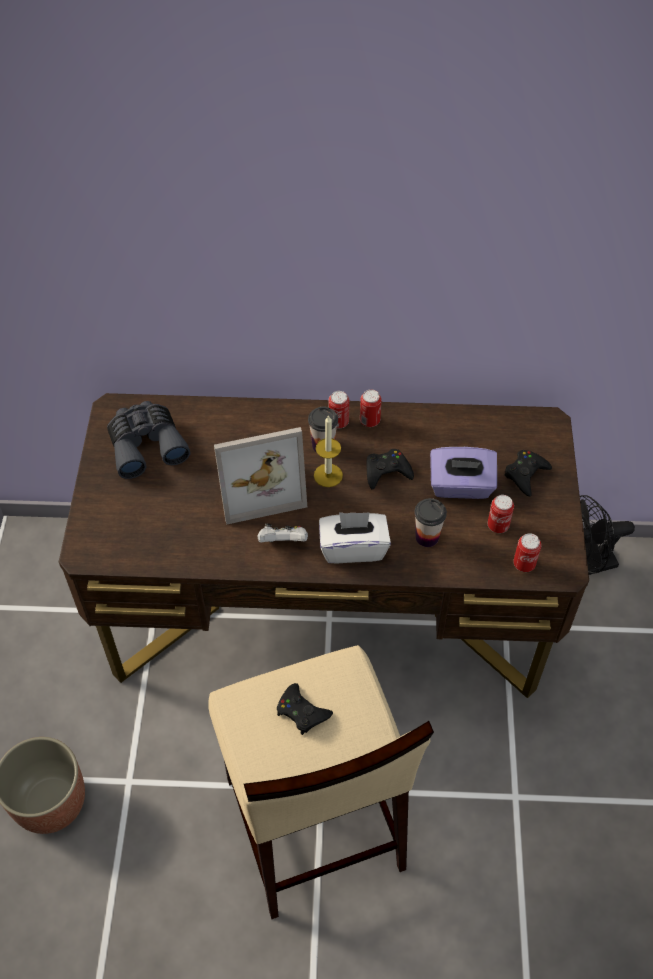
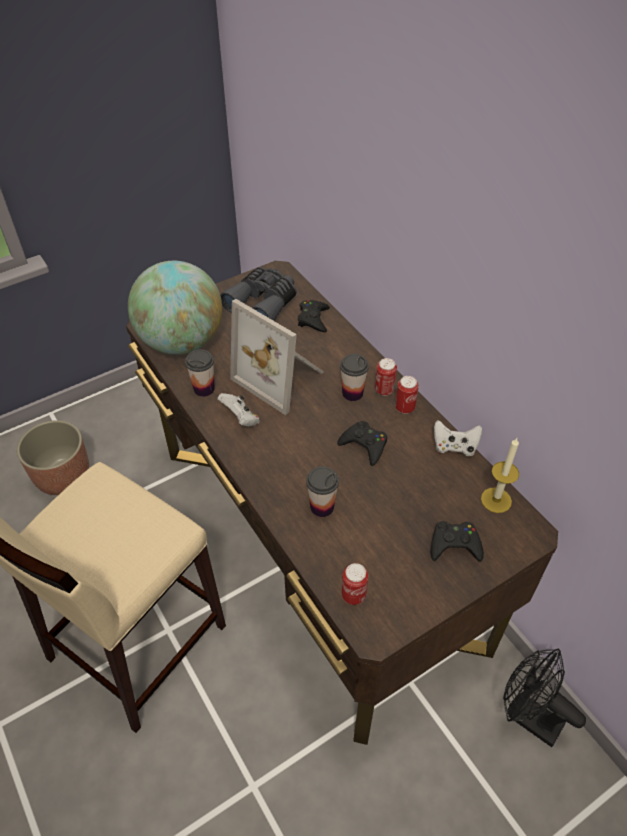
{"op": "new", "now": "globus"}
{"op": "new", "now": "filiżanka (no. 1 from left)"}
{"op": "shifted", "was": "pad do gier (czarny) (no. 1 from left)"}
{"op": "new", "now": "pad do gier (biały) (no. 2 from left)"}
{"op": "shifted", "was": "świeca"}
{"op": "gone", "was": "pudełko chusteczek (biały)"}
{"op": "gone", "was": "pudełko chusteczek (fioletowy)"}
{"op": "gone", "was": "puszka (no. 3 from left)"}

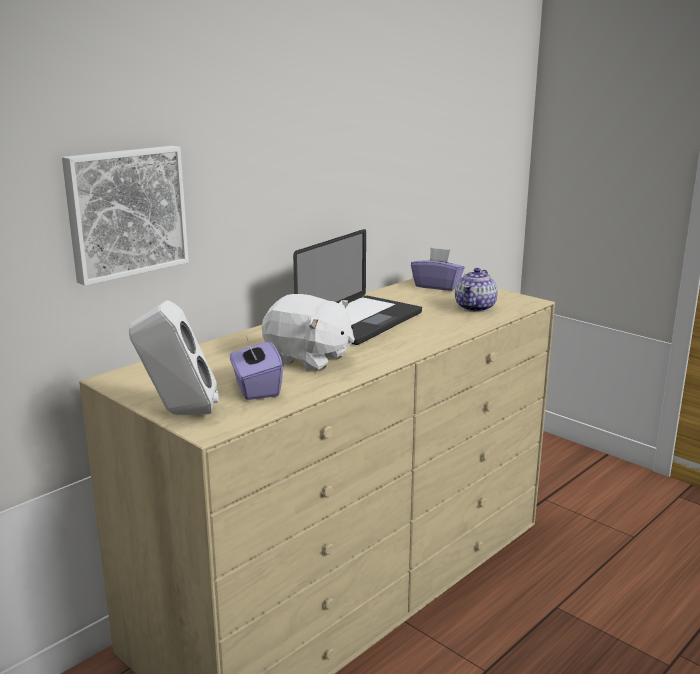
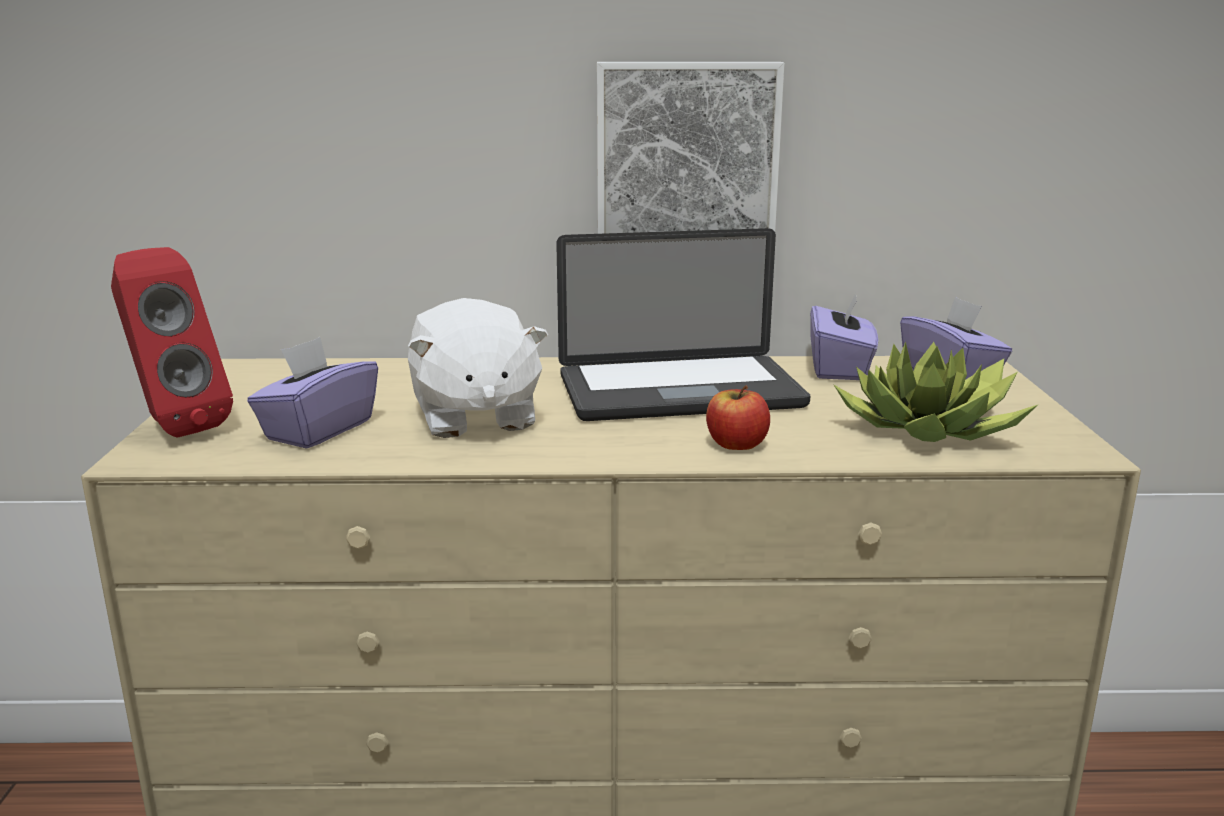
{"op": "repainted", "was": "głośnik (biały)", "now": "głośnik (czerwony)"}
{"op": "shifted", "was": "obraz"}
{"op": "new", "now": "jabłko"}
{"op": "new", "now": "pudełko chusteczek (fioletowy) (no. 2 from left)"}
{"op": "swapped", "was": "imbryk", "now": "roślina doniczkowa"}

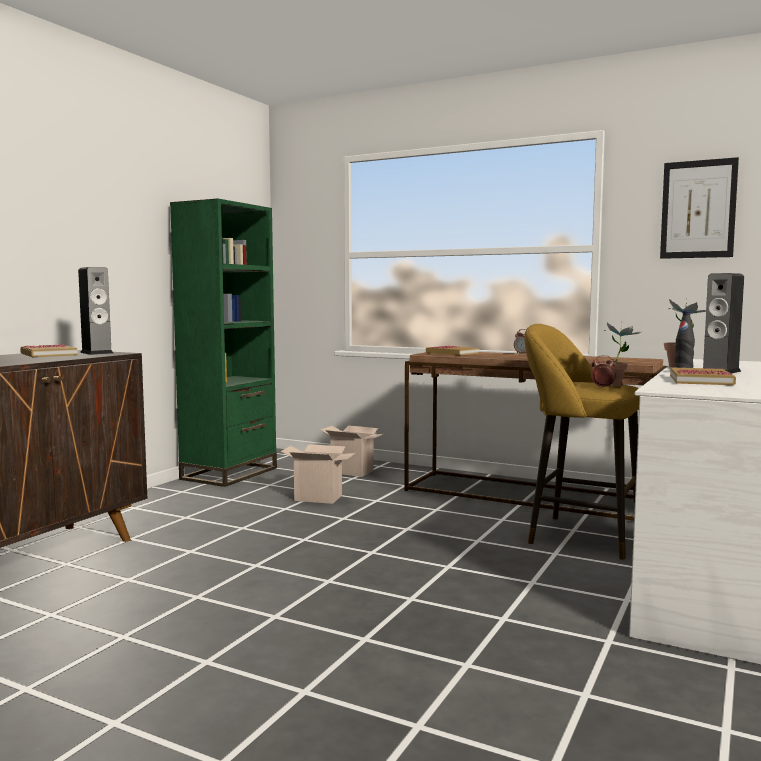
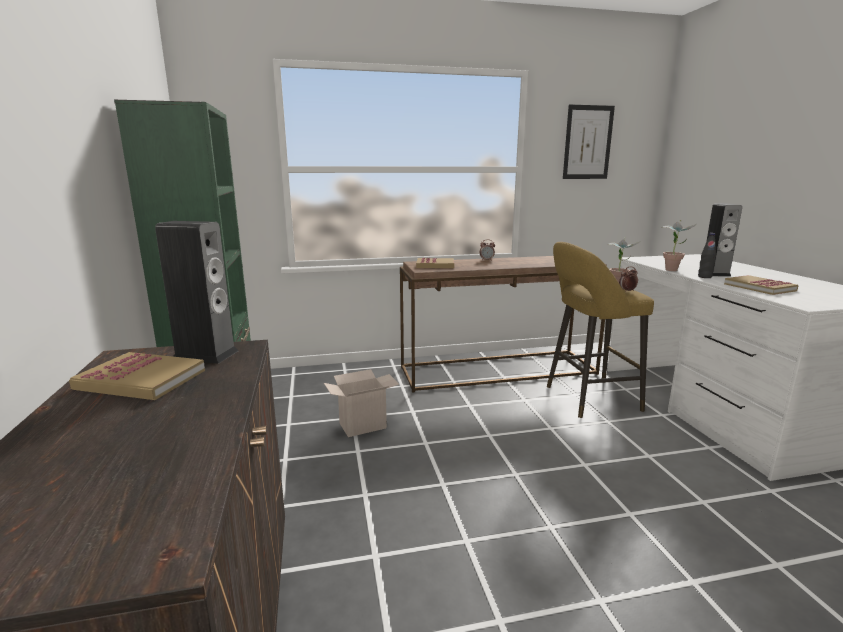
{"op": "gone", "was": "karton (no. 2 from left)"}

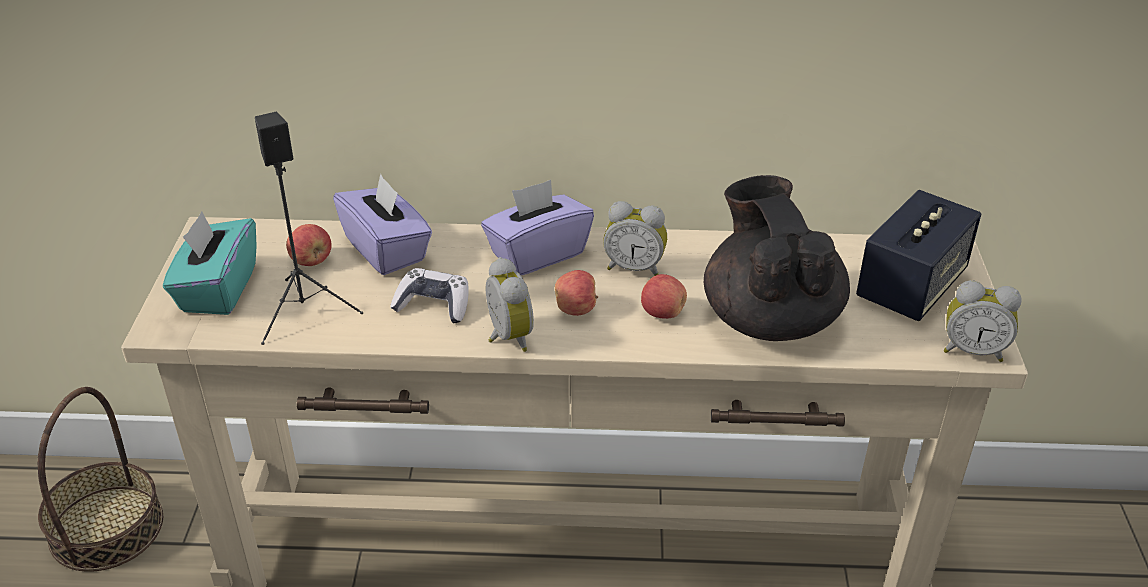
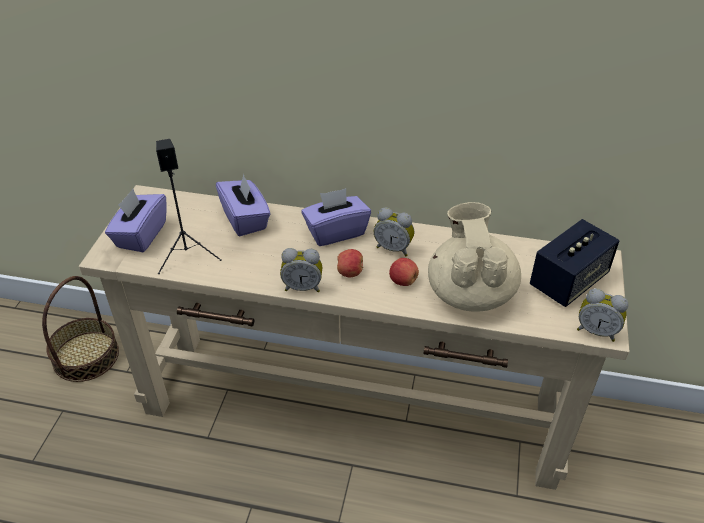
{"op": "repainted", "was": "pudełko chusteczek (turkusowy)", "now": "pudełko chusteczek (fioletowy) (no. 1 from left)"}
{"op": "rotated", "was": "budzik (no. 1 from left)", "clockwise": 105}
{"op": "repainted", "was": "imbryk (czarny)", "now": "imbryk (beżowy)"}
{"op": "gone", "was": "jabłko (no. 1 from left)"}
{"op": "gone", "was": "pad do gier"}

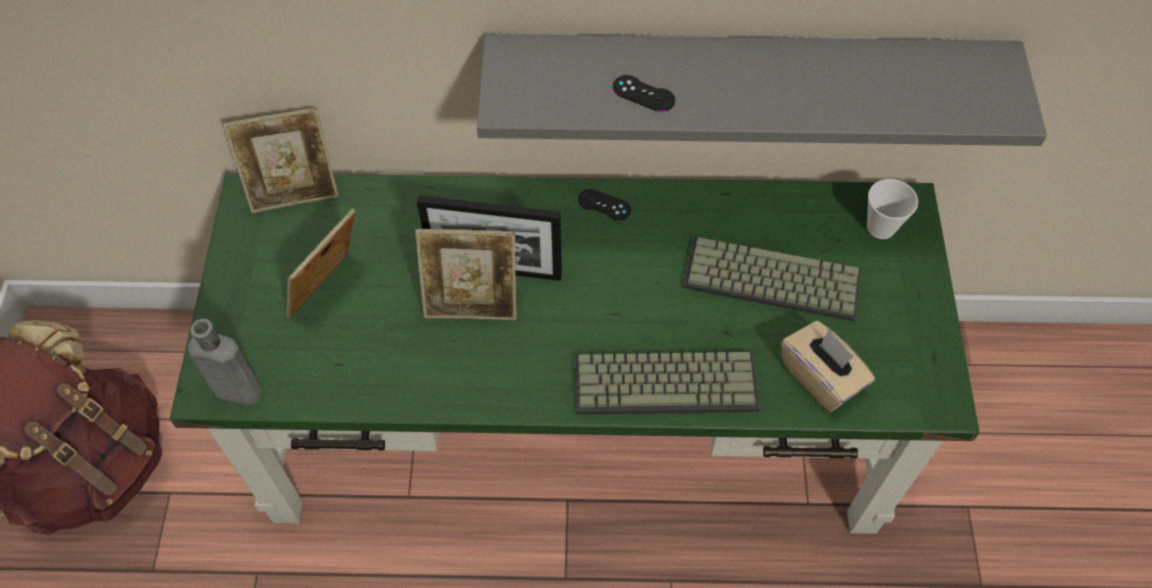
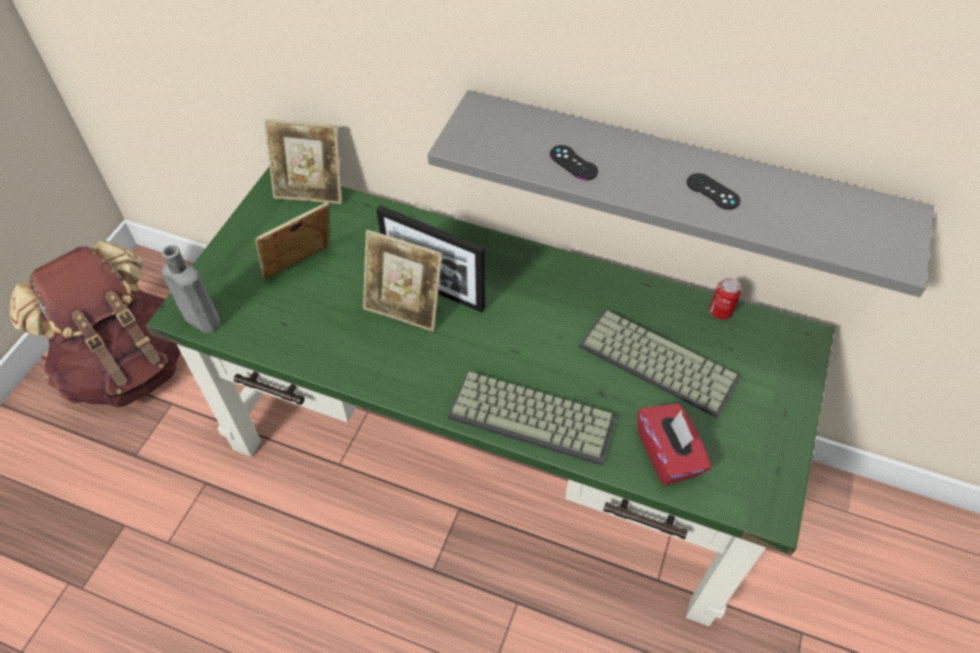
{"op": "repainted", "was": "pudełko chusteczek (beżowy)", "now": "pudełko chusteczek (czerwony)"}
{"op": "shifted", "was": "pad do gier (czarny) (no. 1 from left in the first image)", "now": "pad do gier (czarny) (no. 2 from left)"}
{"op": "new", "now": "puszka"}
{"op": "gone", "was": "filiżanka"}

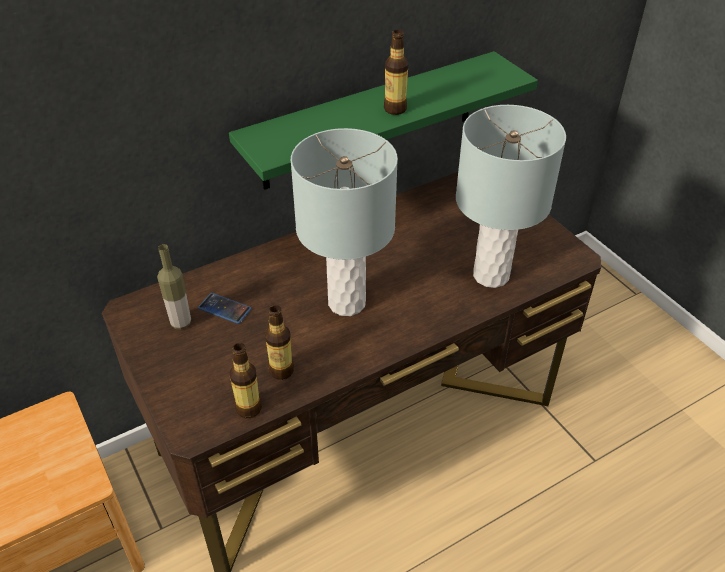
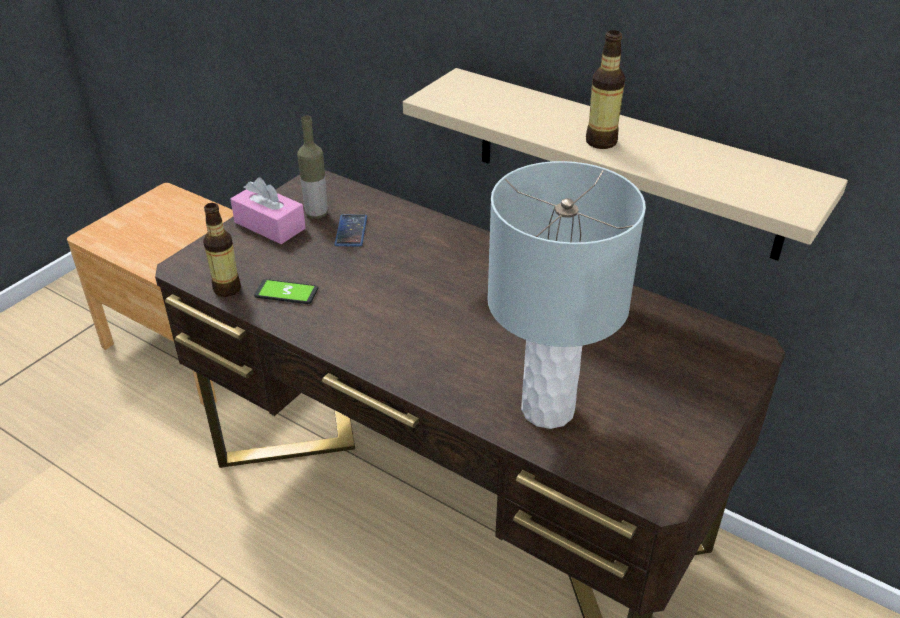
{"op": "new", "now": "pudełko chusteczek (różowy)"}
{"op": "swapped", "was": "butelka (no. 3 from left)", "now": "telefon (no. 1 from left)"}
{"op": "repainted", "was": "półka (zielony)", "now": "półka (beżowy)"}
{"op": "gone", "was": "lampa stołowa (szary) (no. 1 from left)"}

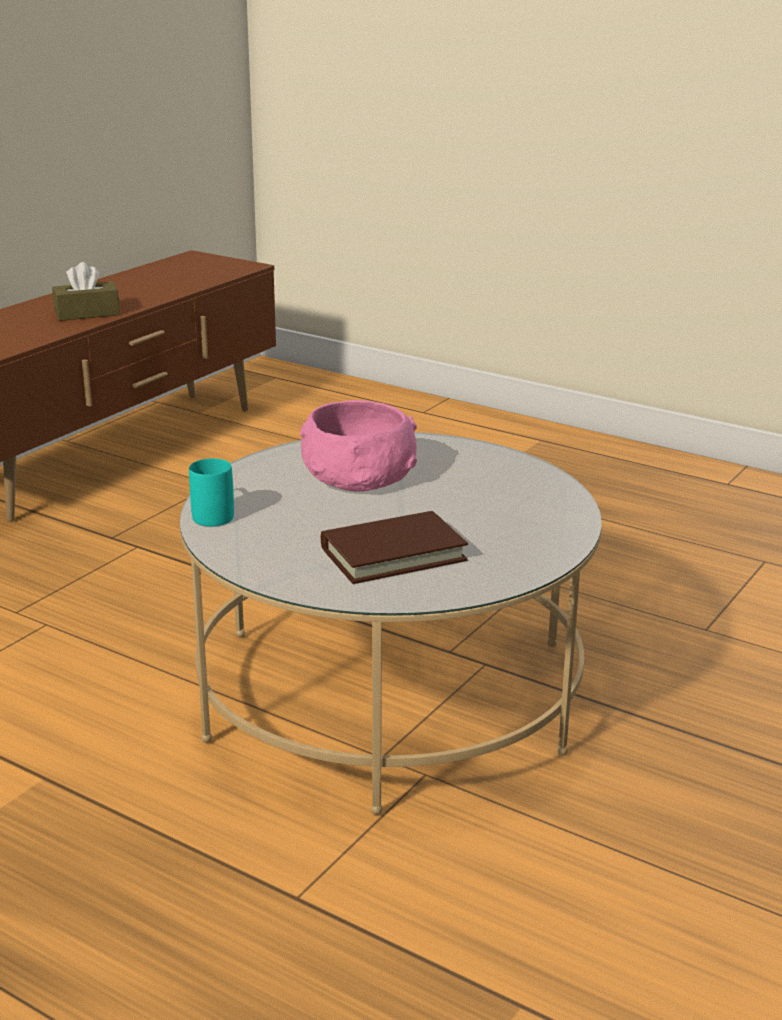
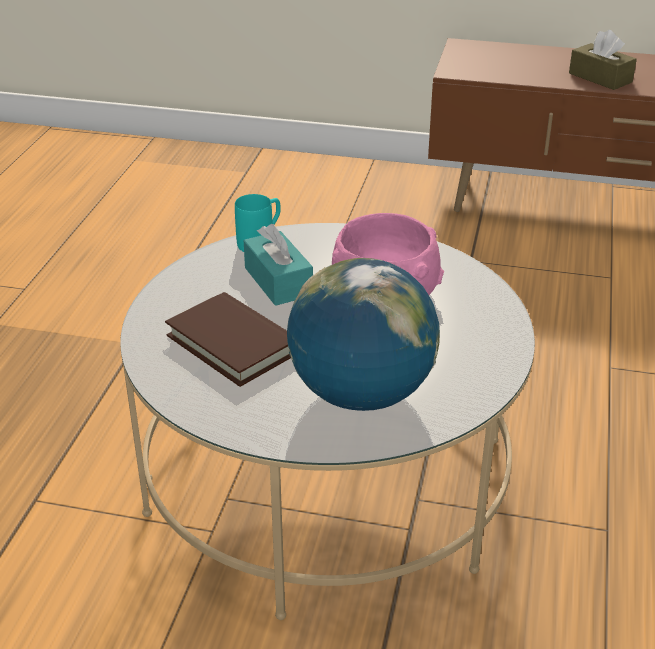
{"op": "new", "now": "pudełko chusteczek (turkusowy)"}
{"op": "new", "now": "globus"}

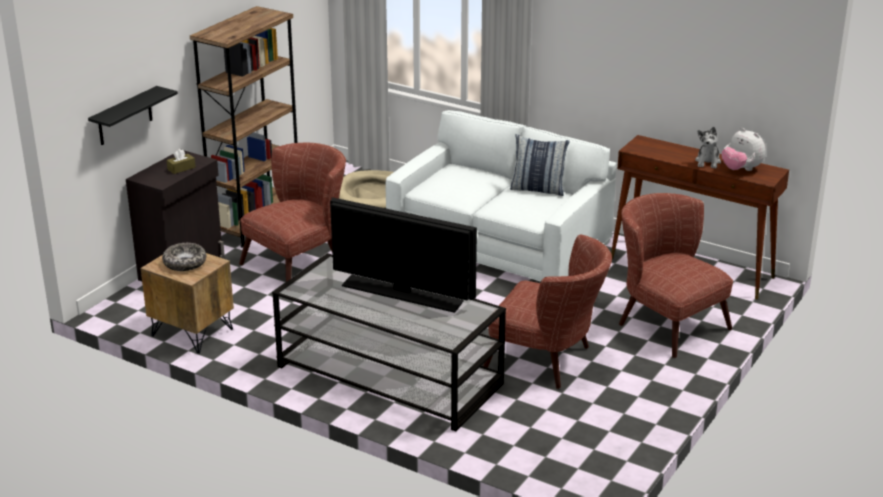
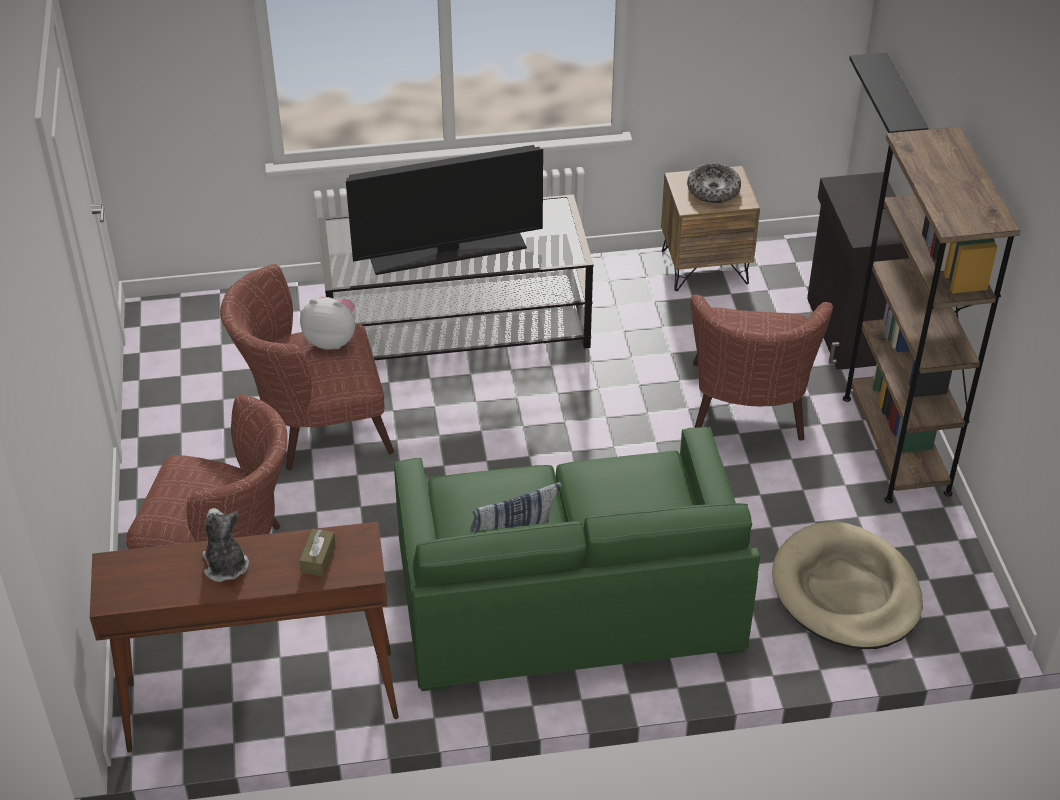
{"op": "shifted", "was": "pudełko chusteczek (brązowy)"}
{"op": "shifted", "was": "pluszak (no. 2 from left)"}
{"op": "repainted", "was": "kanapa (biały)", "now": "kanapa (zielony)"}

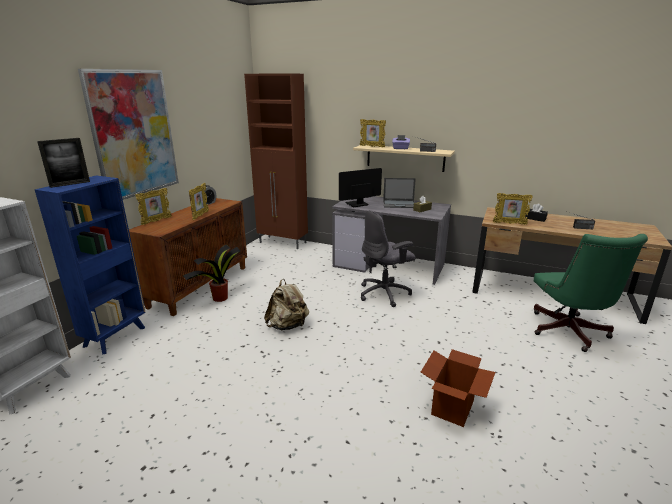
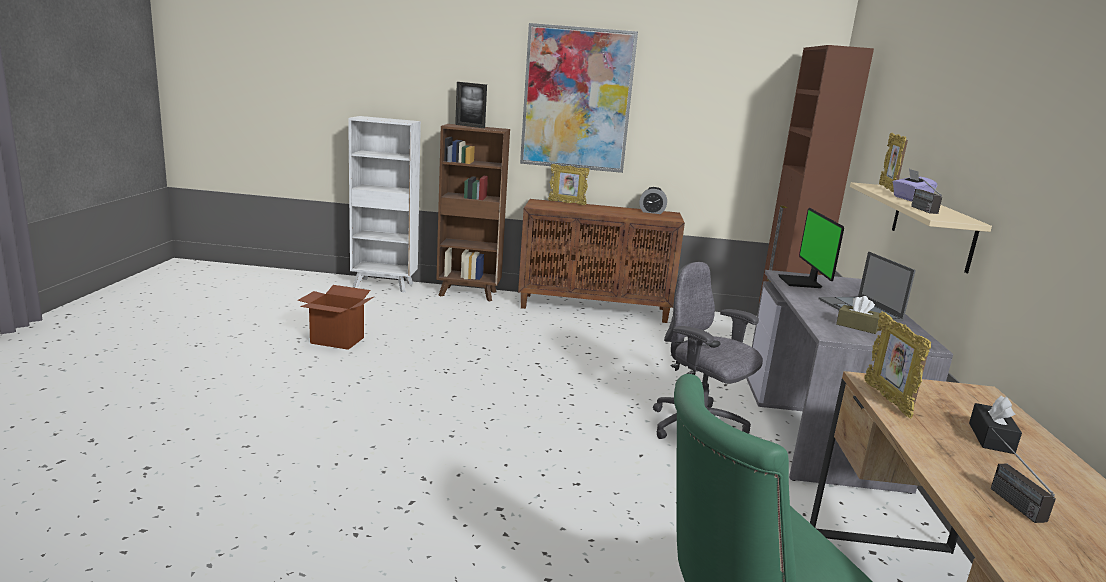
{"op": "shifted", "was": "karton"}
{"op": "repainted", "was": "regał (niebieski)", "now": "regał (brązowy)"}
{"op": "rotated", "was": "monitor", "clockwise": -135}
{"op": "gone", "was": "roślina doniczkowa"}
{"op": "gone", "was": "ramka na zdjęcie (no. 3 from left)"}
{"op": "gone", "was": "plecak (beżowy)"}

